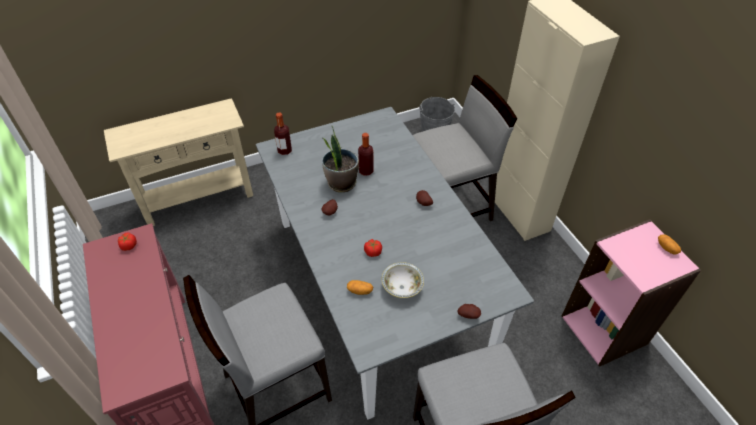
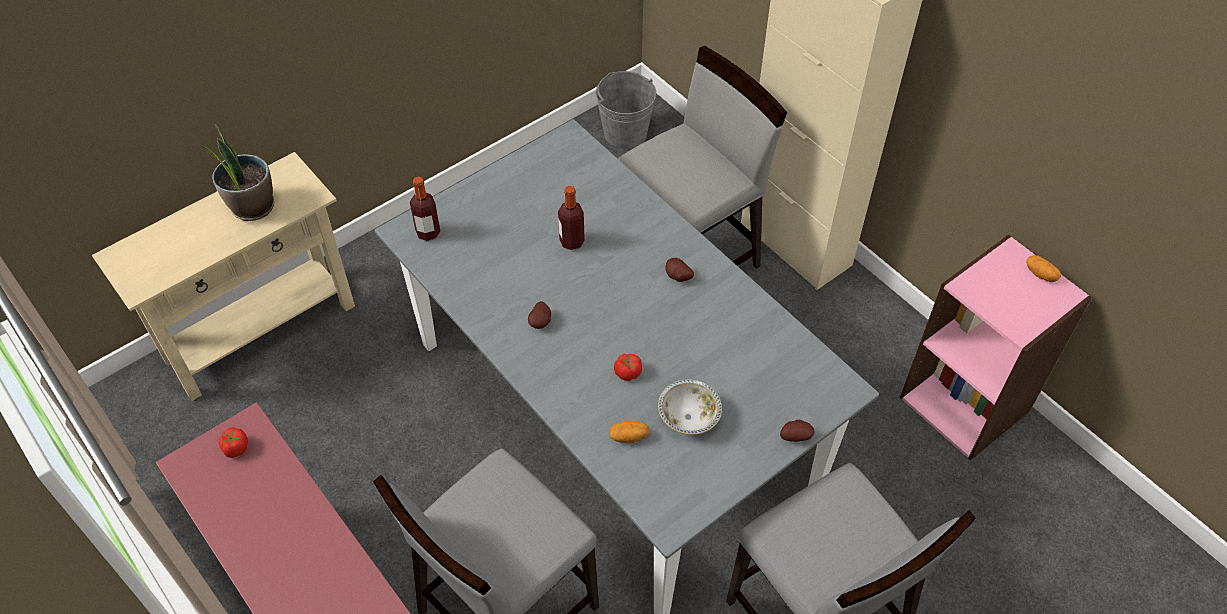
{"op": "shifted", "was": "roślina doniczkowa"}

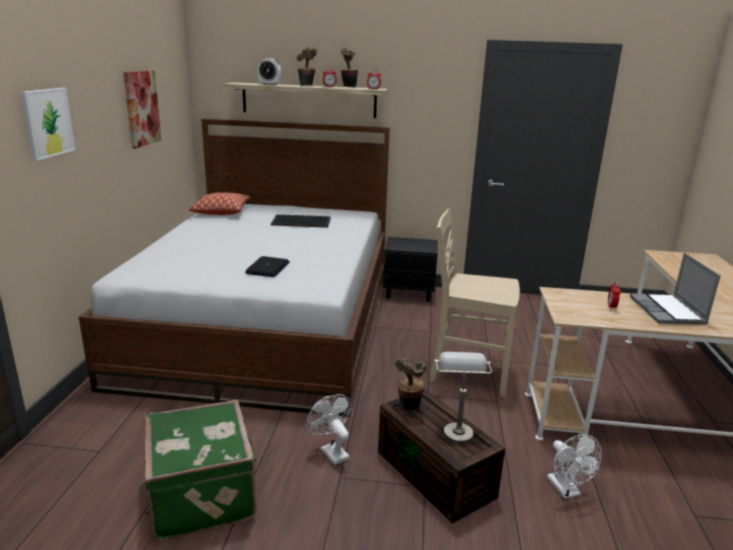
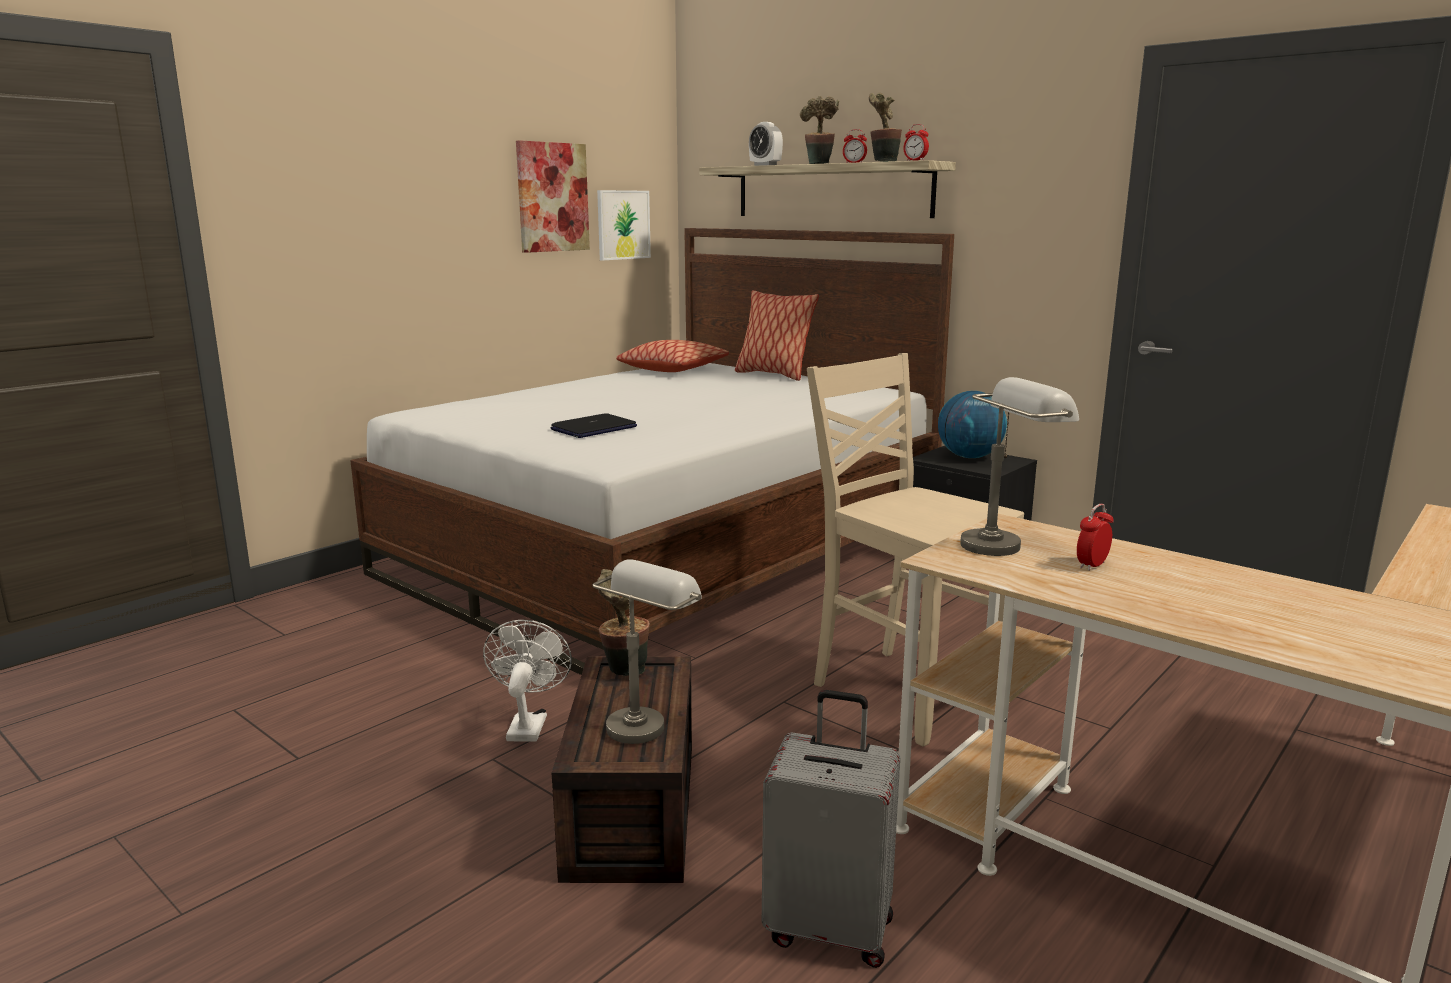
{"op": "shifted", "was": "obraz (no. 1 from left in the first image)", "now": "obraz (no. 2 from left)"}
{"op": "new", "now": "poduszka (no. 2 from left)"}
{"op": "swapped", "was": "wentylator (biały) (no. 2 from left)", "now": "walizka (szary)"}
{"op": "new", "now": "globus"}
{"op": "new", "now": "lampa stołowa (szary) (no. 2 from left)"}
{"op": "gone", "was": "walizka (zielony)"}
{"op": "gone", "was": "taca"}
{"op": "gone", "was": "laptop (no. 2 from left)"}

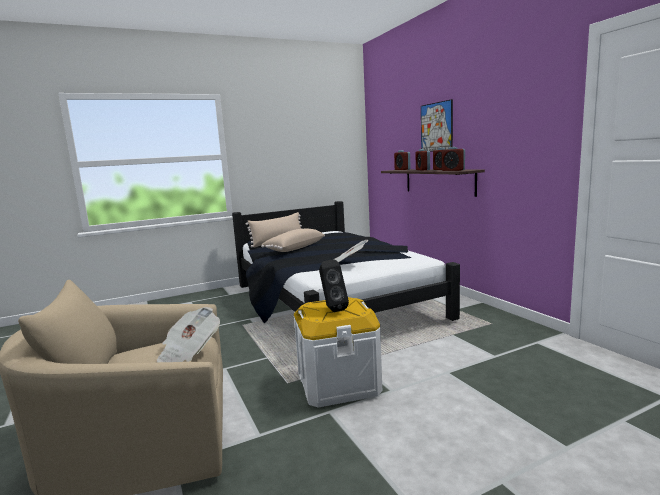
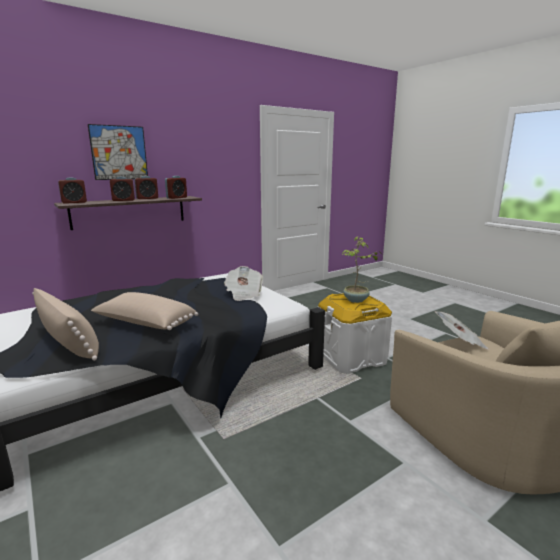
{"op": "swapped", "was": "głośnik (czarny)", "now": "roślina doniczkowa"}

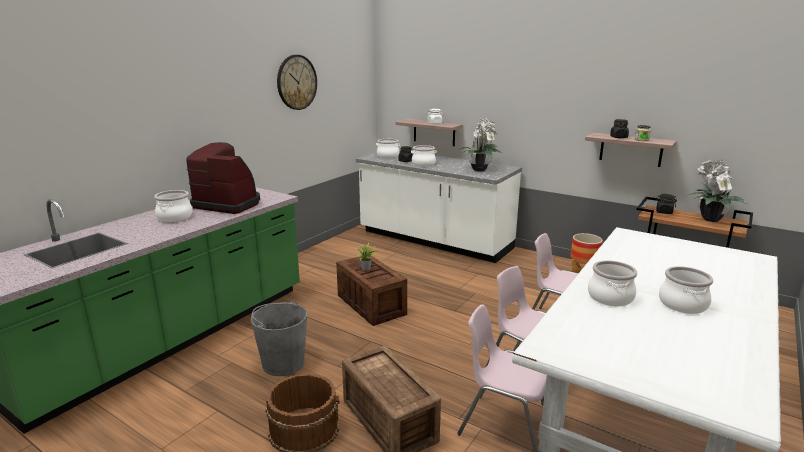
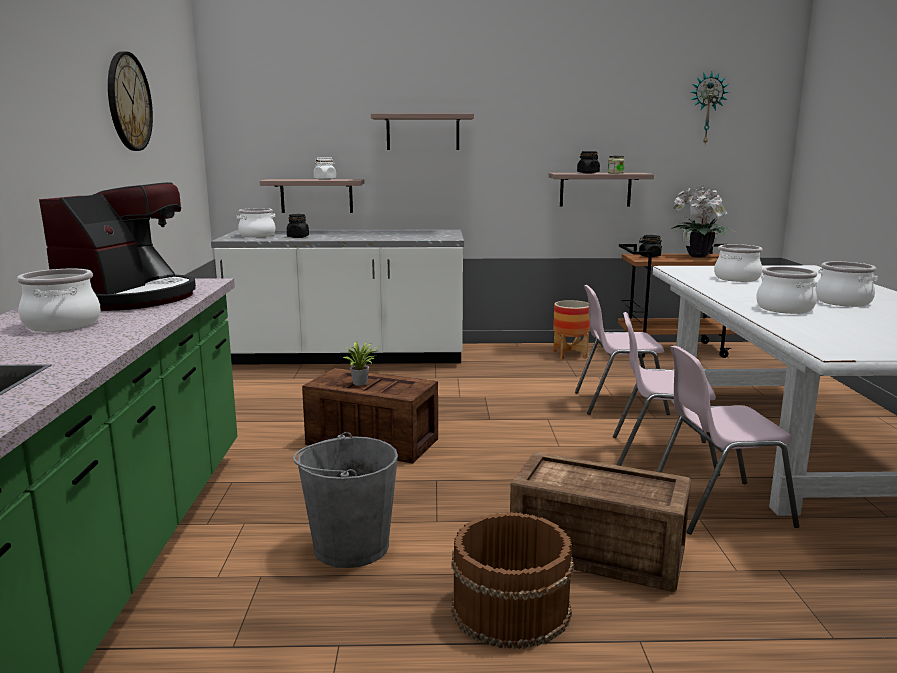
{"op": "rotated", "was": "ekspres do kawy", "clockwise": 120}
{"op": "new", "now": "półka (no. 2 from left)"}
{"op": "new", "now": "zegar ścienny (no. 2 from left)"}
{"op": "shifted", "was": "garnek (no. 3 from left)"}
{"op": "gone", "was": "roślina doniczkowa (no. 2 from left)"}

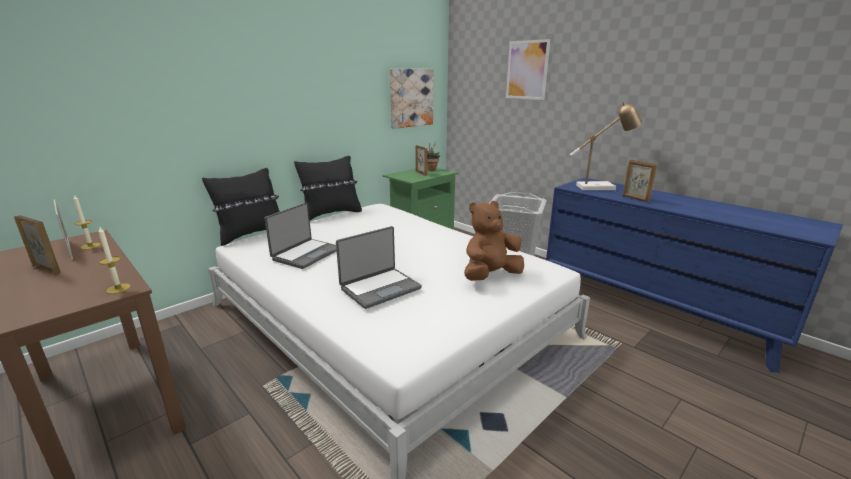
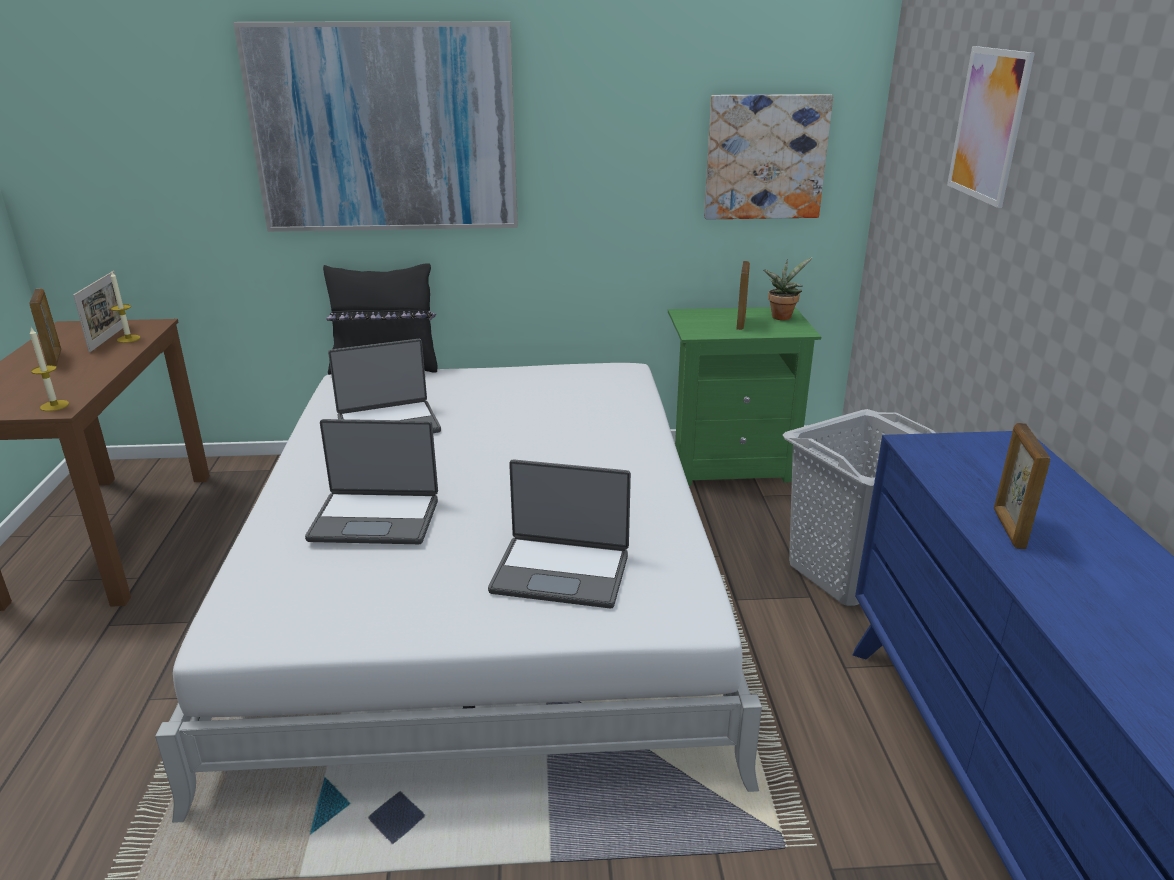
{"op": "new", "now": "obraz (no. 1 from left)"}
{"op": "swapped", "was": "pluszak (brązowy)", "now": "laptop (no. 3 from left)"}
{"op": "gone", "was": "poduszka (czarny) (no. 2 from left)"}
{"op": "gone", "was": "lampa stołowa"}

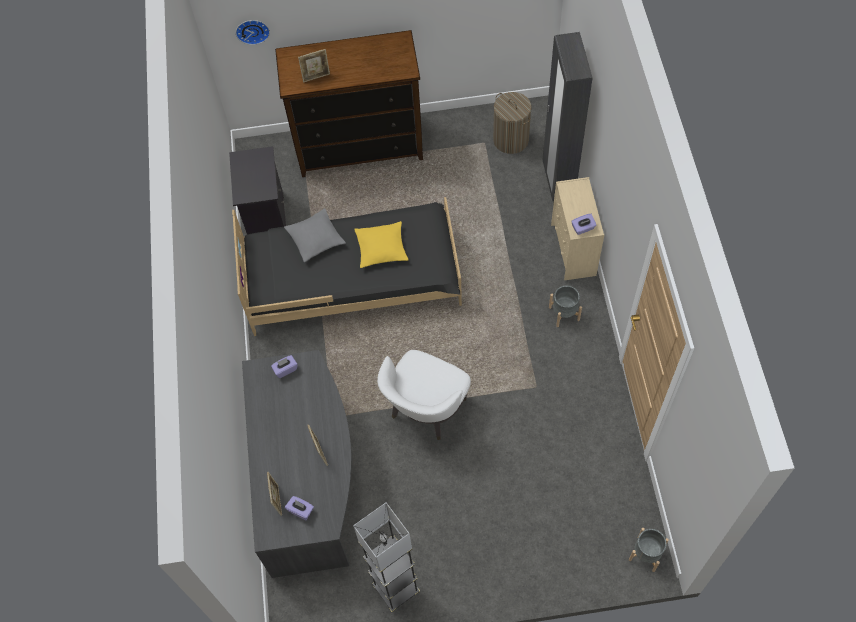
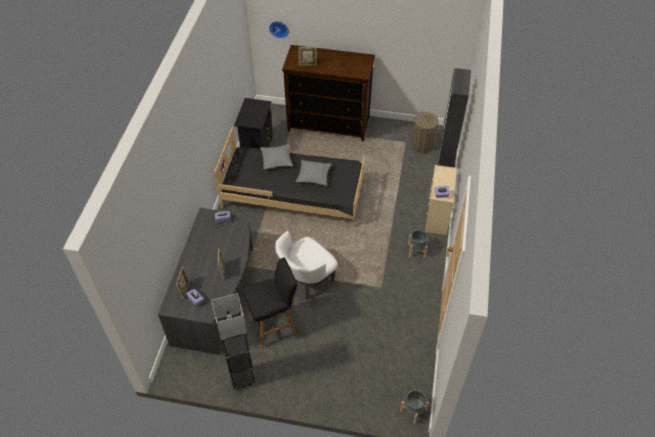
{"op": "new", "now": "stołek (czarny)"}
{"op": "repainted", "was": "poduszka (żółty)", "now": "poduszka (szary) (no. 2 from left)"}

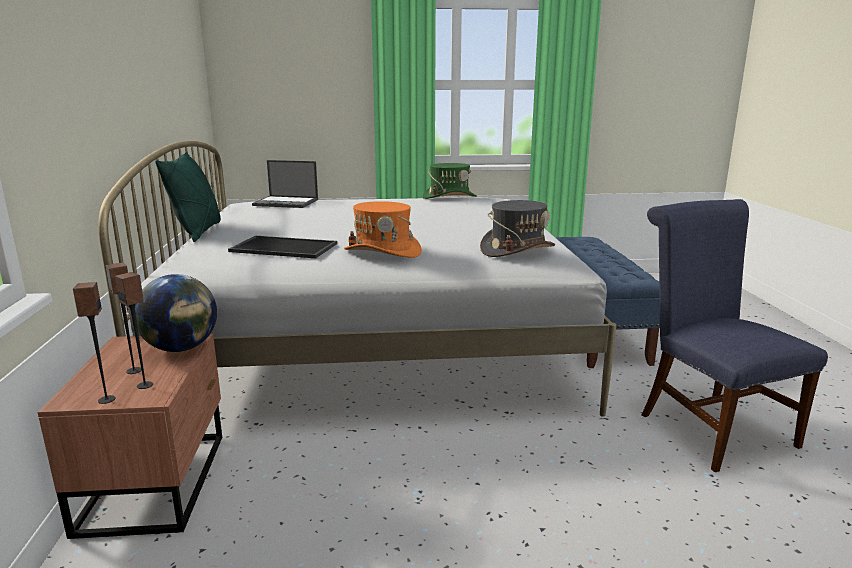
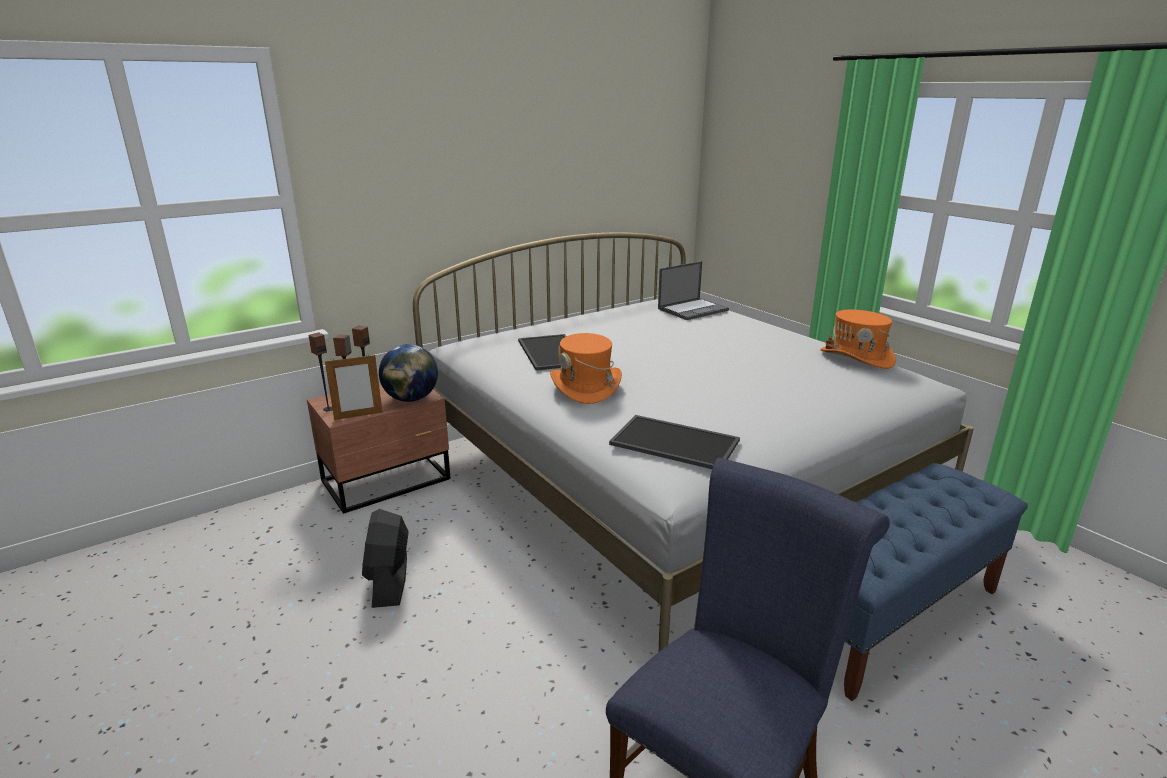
{"op": "new", "now": "ramka na zdjęcie"}
{"op": "new", "now": "wentylator (czarny)"}
{"op": "swapped", "was": "kapelusz (szary)", "now": "taca (no. 2 from left)"}
{"op": "rotated", "was": "laptop", "clockwise": -105}
{"op": "repainted", "was": "kapelusz (zielony)", "now": "kapelusz (pomarańczowy) (no. 2 from left)"}
{"op": "gone", "was": "poduszka (zielony)"}

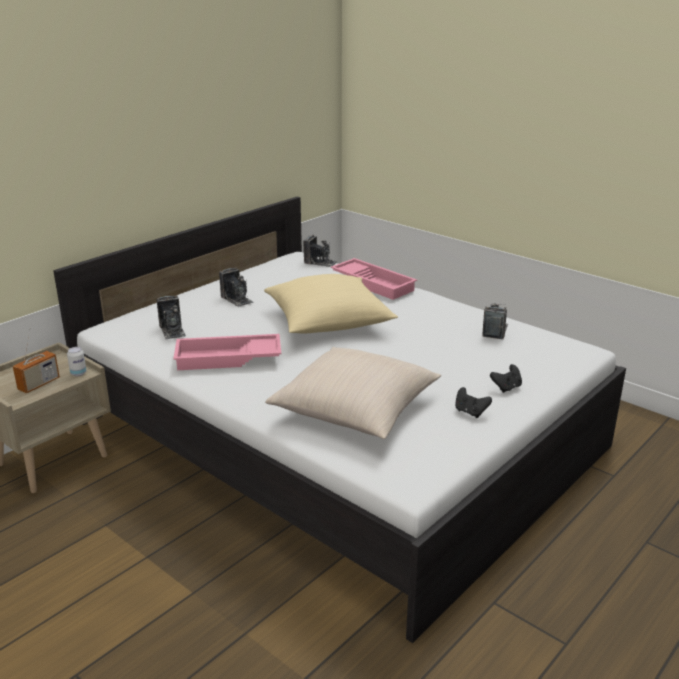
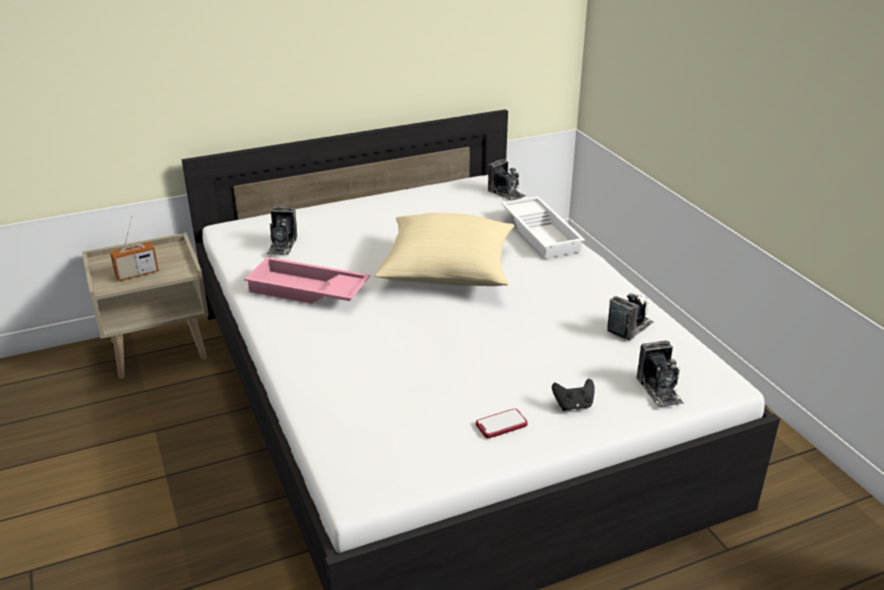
{"op": "swapped", "was": "pad do gier (czarny) (no. 1 from left)", "now": "telefon"}
{"op": "repainted", "was": "taca (różowy) (no. 2 from left)", "now": "taca (biały)"}
{"op": "shifted", "was": "aparat fotograficzny (no. 2 from left in the first image)", "now": "aparat fotograficzny (no. 4 from left)"}
{"op": "gone", "was": "puszka"}
{"op": "gone", "was": "poduszka (beżowy) (no. 2 from left)"}

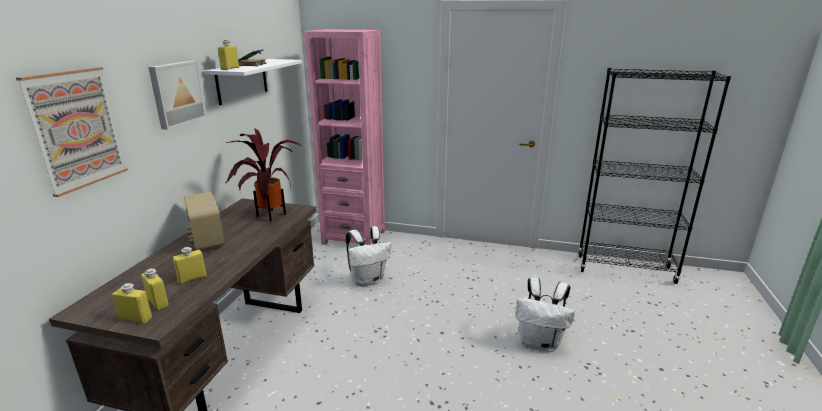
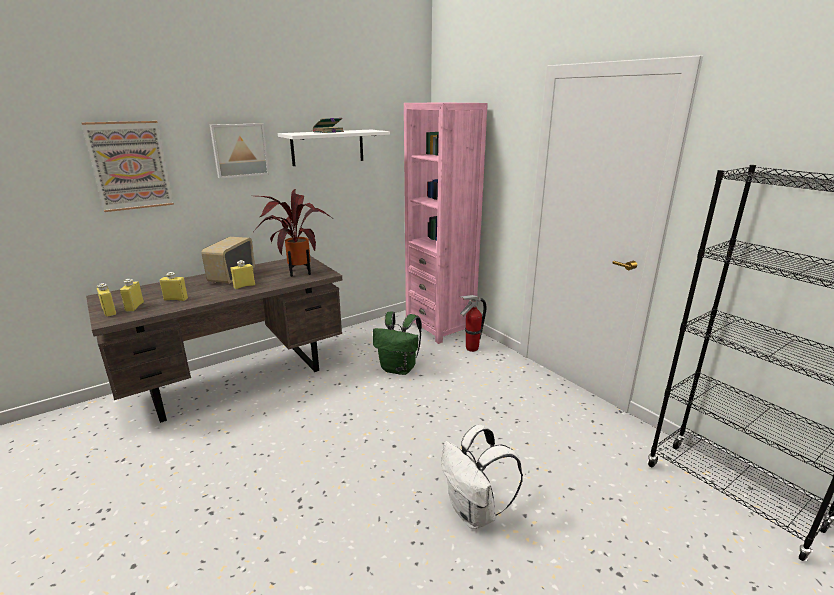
{"op": "shifted", "was": "butelka (żółty) (no. 4 from left)"}
{"op": "repainted", "was": "plecak (biały) (no. 1 from left)", "now": "plecak (zielony)"}
{"op": "new", "now": "gaśnica"}

